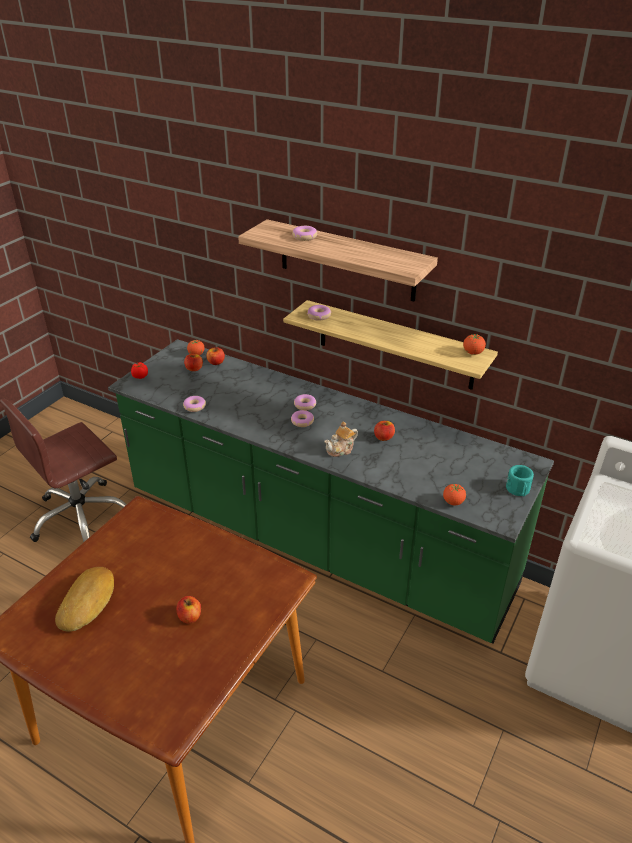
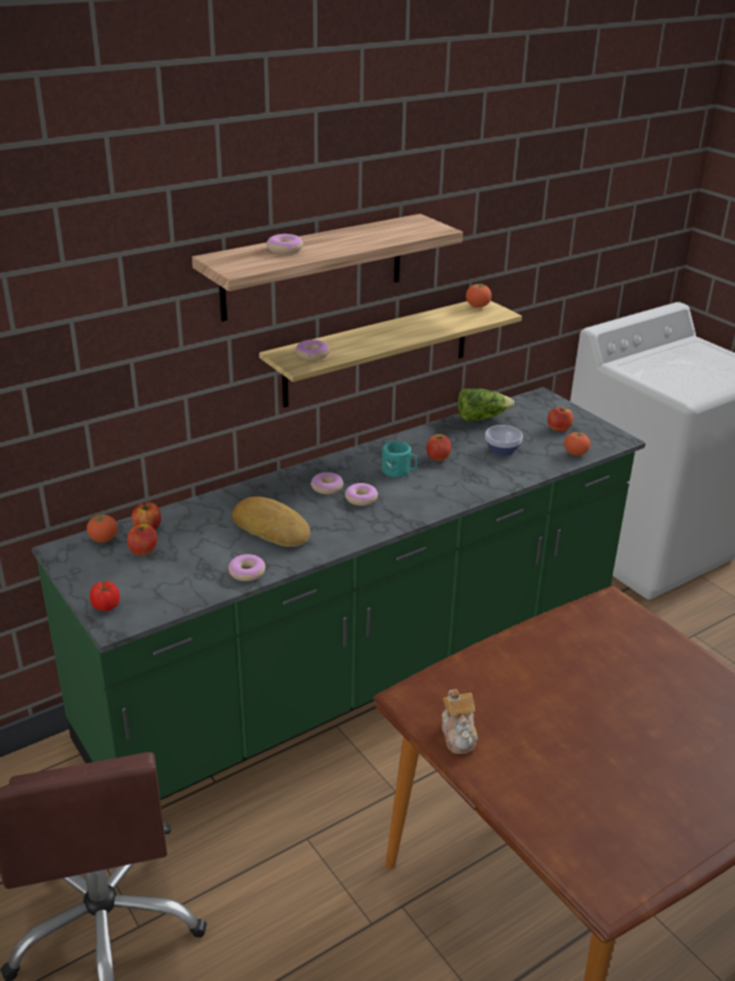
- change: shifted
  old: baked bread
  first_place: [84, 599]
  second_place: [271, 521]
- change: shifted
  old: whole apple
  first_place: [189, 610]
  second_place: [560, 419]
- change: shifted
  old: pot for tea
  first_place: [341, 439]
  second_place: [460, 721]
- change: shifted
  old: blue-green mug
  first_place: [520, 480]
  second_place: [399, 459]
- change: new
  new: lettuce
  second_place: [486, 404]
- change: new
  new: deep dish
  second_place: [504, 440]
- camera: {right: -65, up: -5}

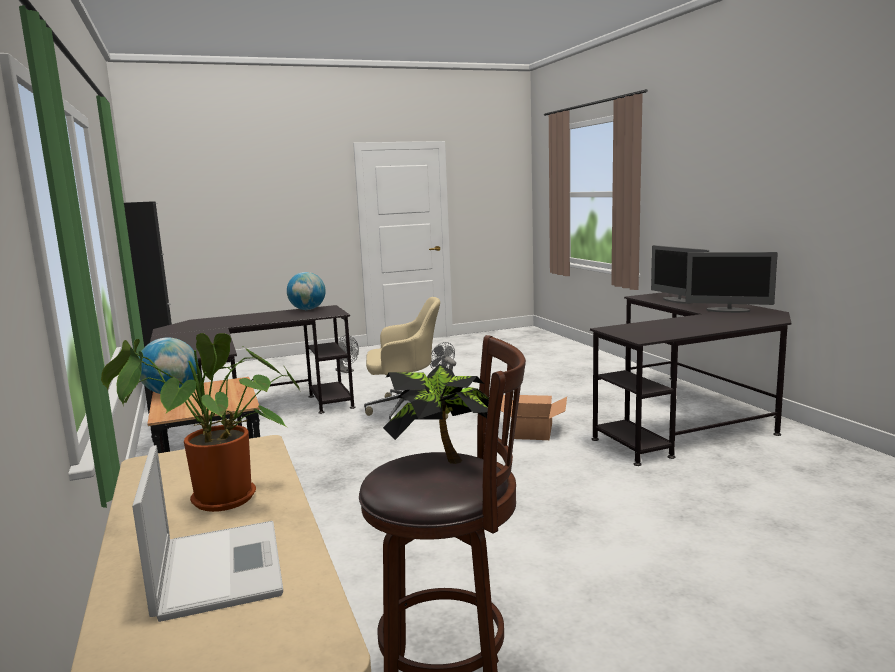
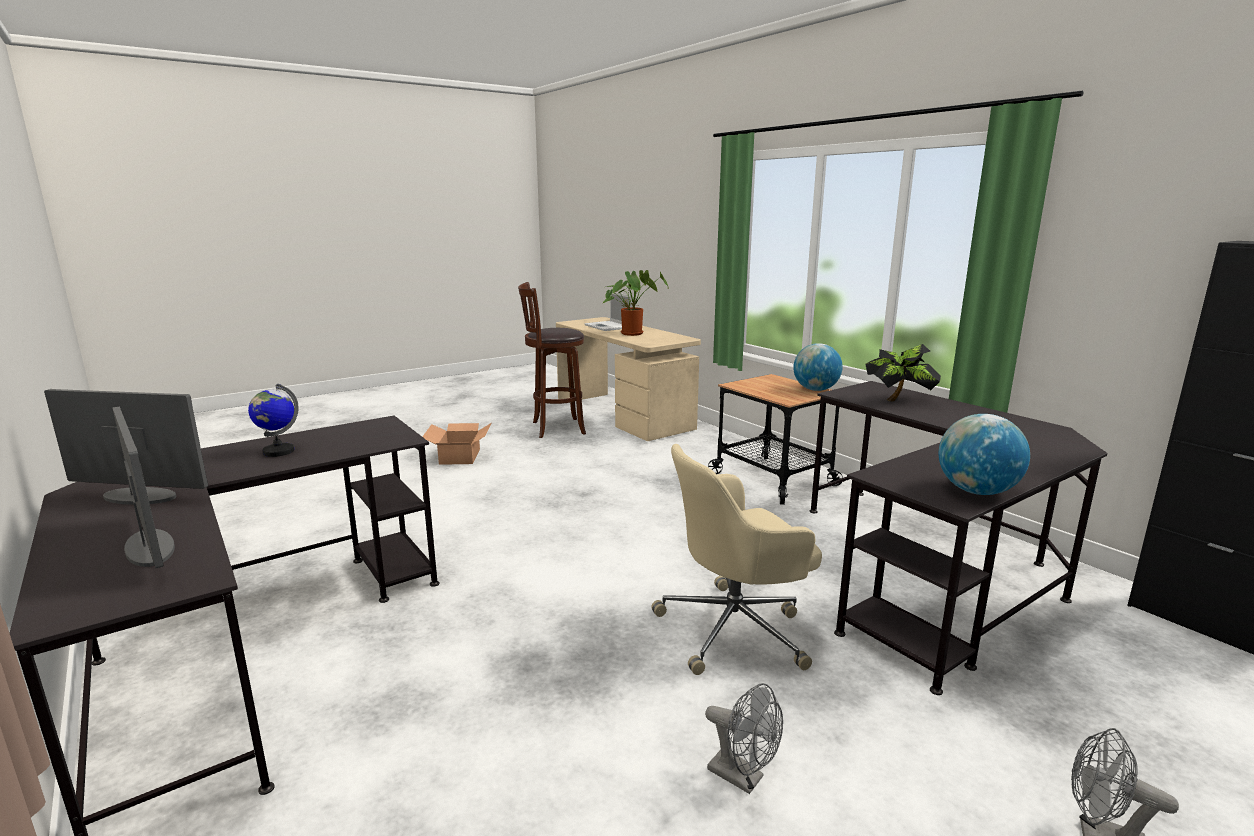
- change: shifted
  old: houseplant
  first_place: [436, 414]
  second_place: [903, 372]
- change: shifted
  old: packing box
  first_place: [534, 417]
  second_place: [456, 444]
- change: new
  new: desk globe
  second_place: [273, 420]
- camera: {right: 165, up: 5}

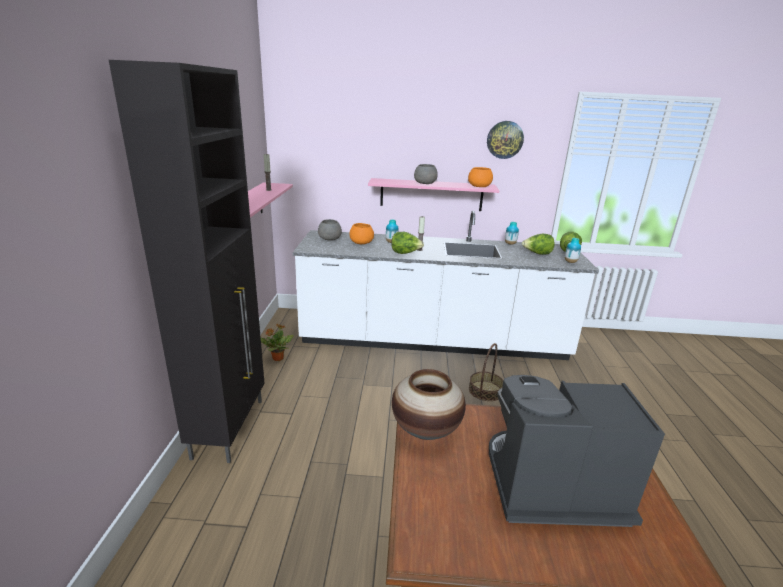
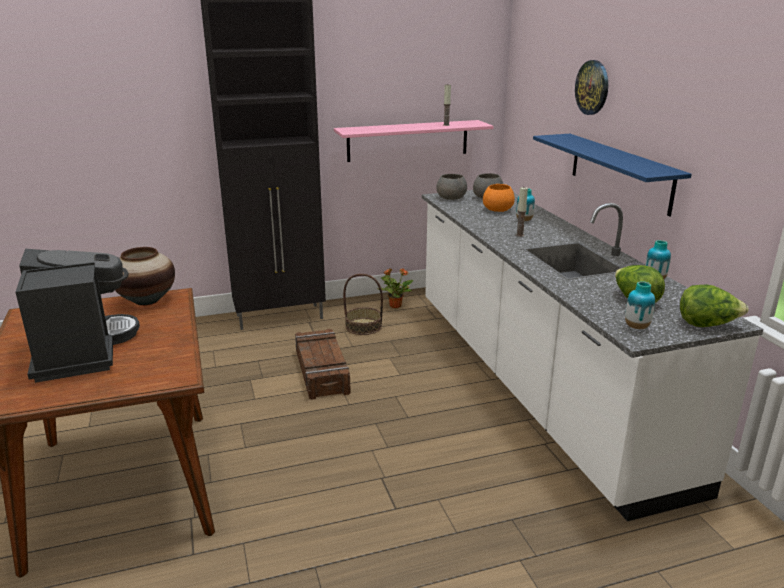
- change: repainted
  old: pink-coloured bracket shelf
  new: blue bracket shelf
  first_place: [434, 194]
  second_place: [612, 175]
- change: gone
  old: lettuce
  first_place: [407, 243]
- change: shifted
  old: grey deep dish
  first_place: [426, 174]
  second_place: [451, 187]
- change: gone
  old: orange-coloured deep dish
  first_place: [480, 177]
- change: shifted
  old: storage basket
  first_place: [486, 372]
  second_place: [363, 304]
- change: shifted
  old: wall clock
  first_place: [505, 140]
  second_place: [591, 87]
- change: new
  new: crate
  second_place: [323, 364]
- camera: {right: 70, up: 0}

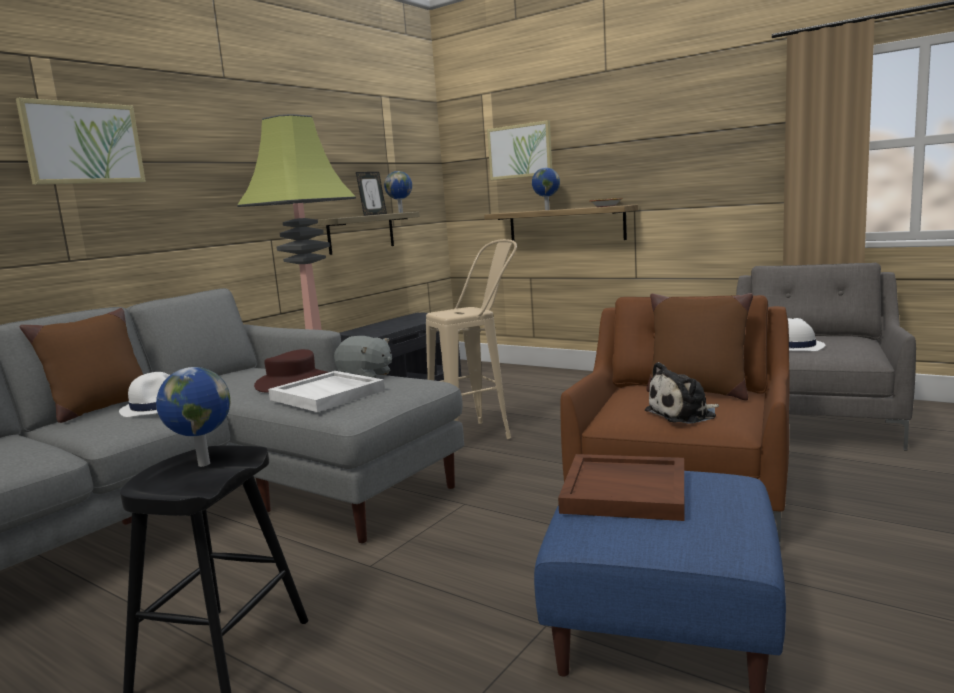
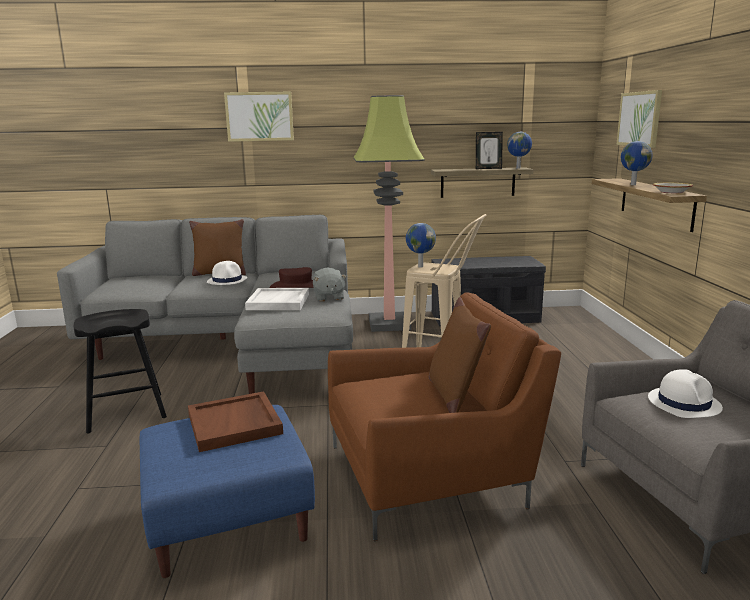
- change: shifted
  old: desk globe
  first_place: [193, 417]
  second_place: [421, 245]
- change: gone
  old: cuddly toy
  first_place: [682, 393]
- camera: {right: 50, up: 5}

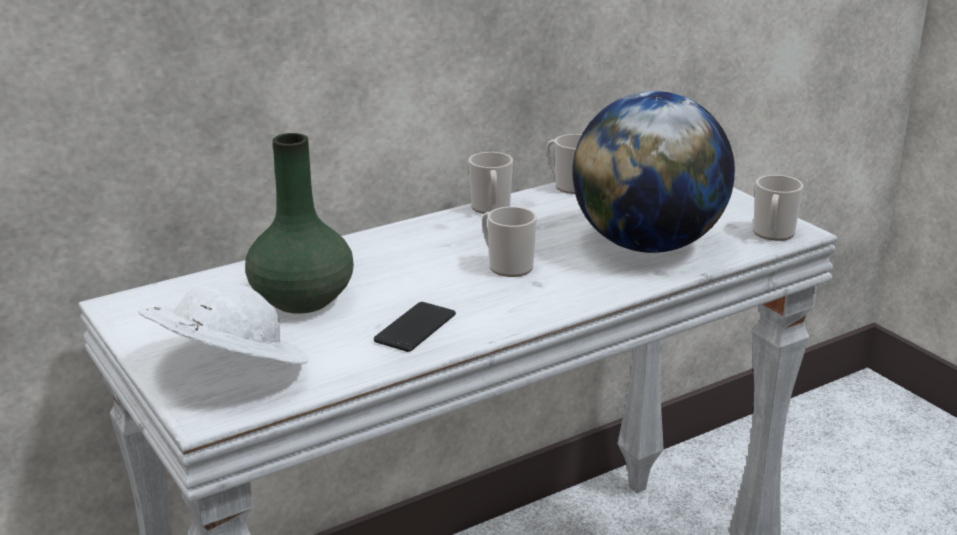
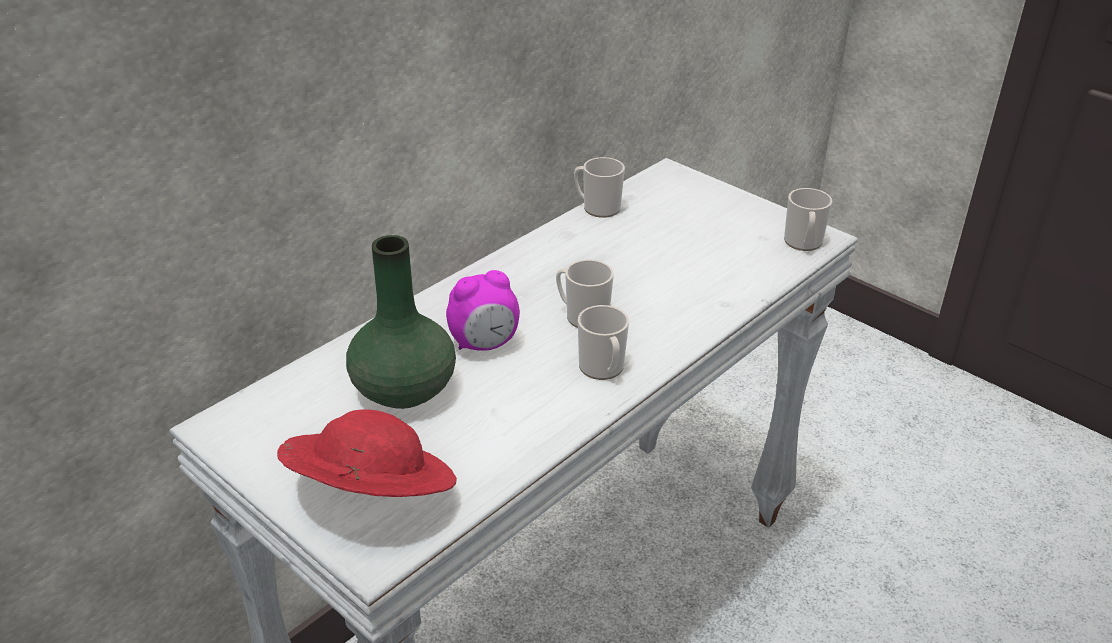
- change: repainted
  old: whitish hat
  new: red-coloured hat
  first_place: [223, 322]
  second_place: [367, 453]
- change: gone
  old: phone
  first_place: [415, 327]
- change: shifted
  old: mug
  first_place: [491, 183]
  second_place: [603, 342]
- change: gone
  old: desk globe
  first_place: [653, 172]
- change: new
  new: bedside clock
  second_place: [483, 310]
- camera: {right: -15, up: 10}

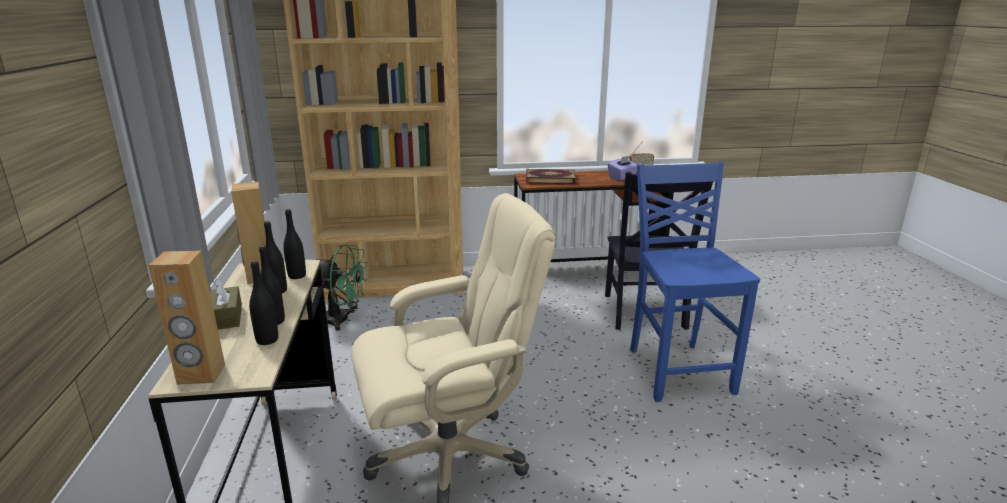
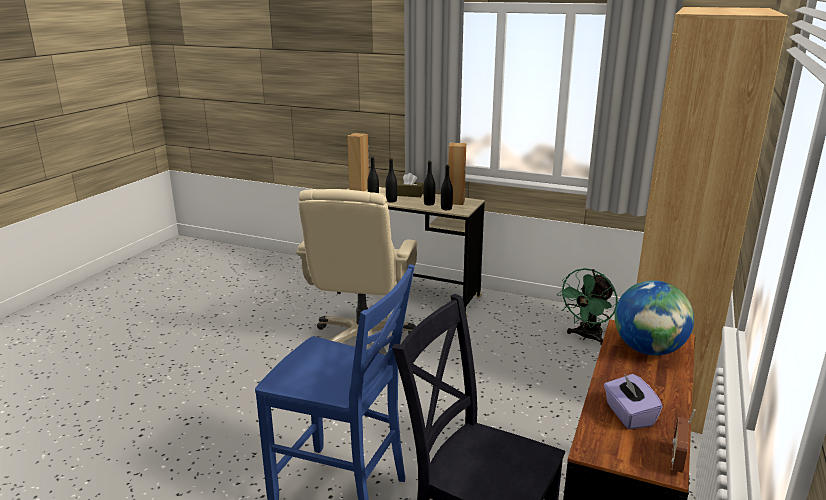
- change: swapped
  old: book
  new: desk globe
  first_place: [551, 176]
  second_place: [654, 318]
- camera: {right: 120, up: 0}

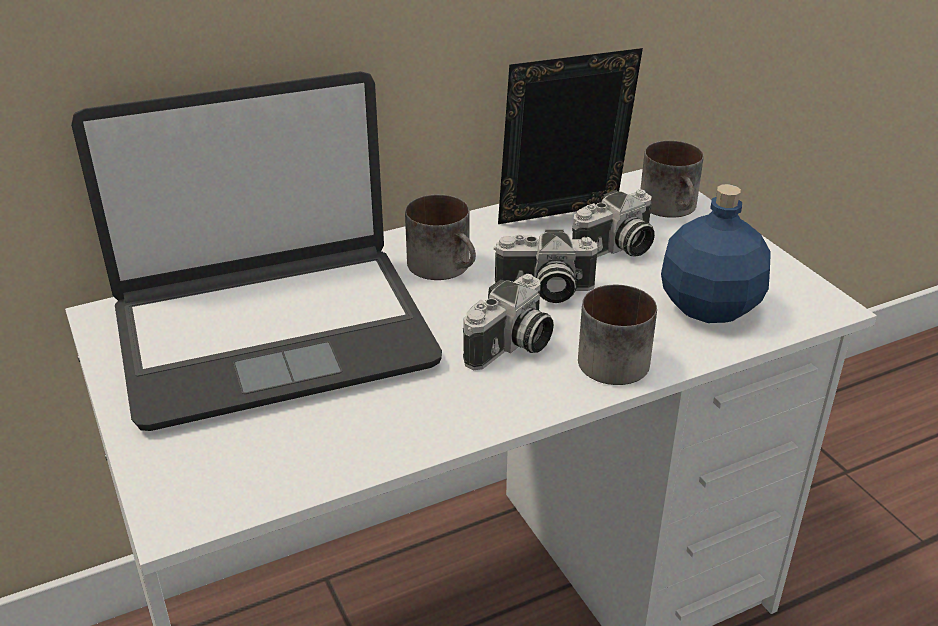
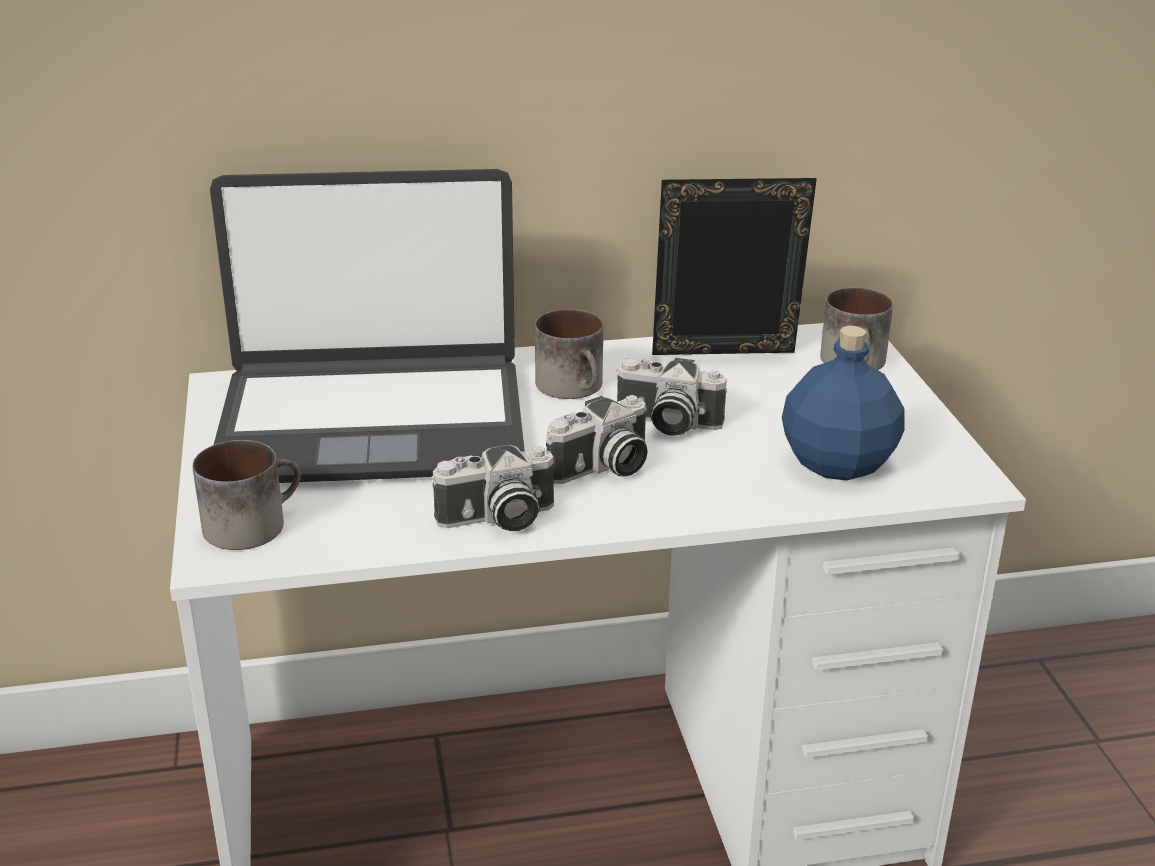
- change: shifted
  old: still camera
  first_place: [613, 223]
  second_place: [492, 486]
- change: shifted
  old: mug
  first_place: [617, 335]
  second_place: [247, 495]
- camera: {right: 15, up: -5}

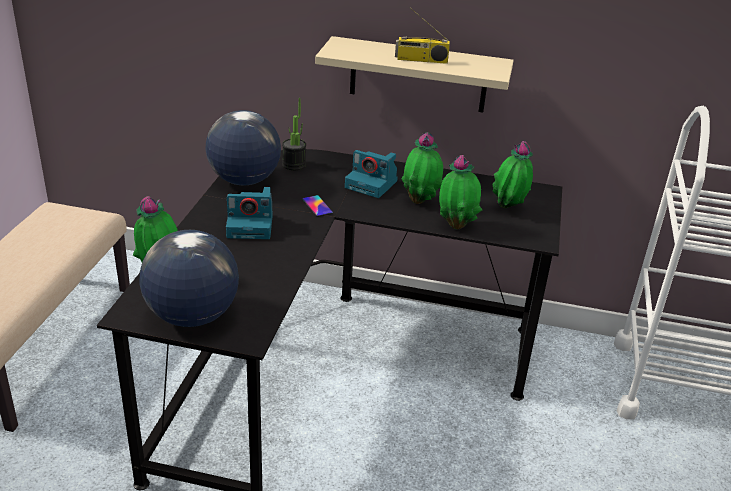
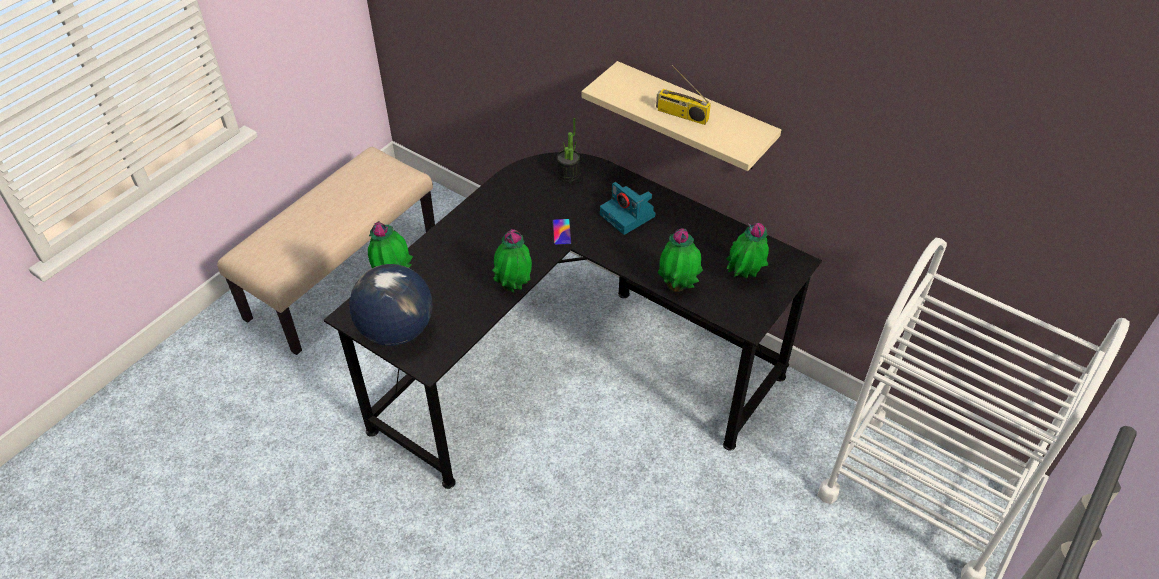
- change: gone
  old: desk globe
  first_place: [243, 147]
- change: gone
  old: still camera
  first_place: [249, 213]
- change: shifted
  old: houseplant
  first_place: [422, 168]
  second_place: [512, 261]
- camera: {right: 25, up: 15}

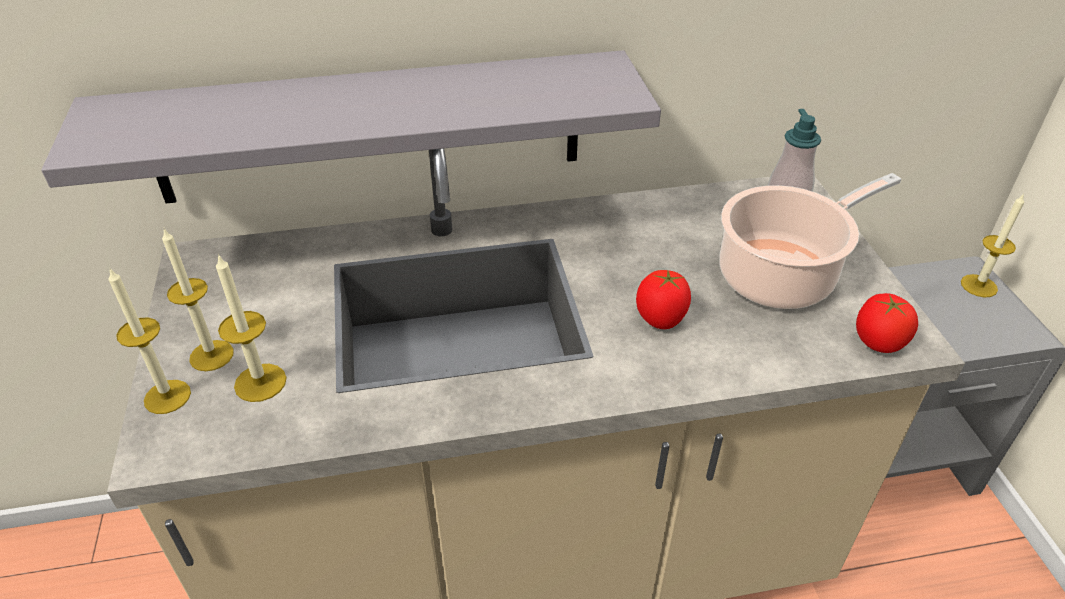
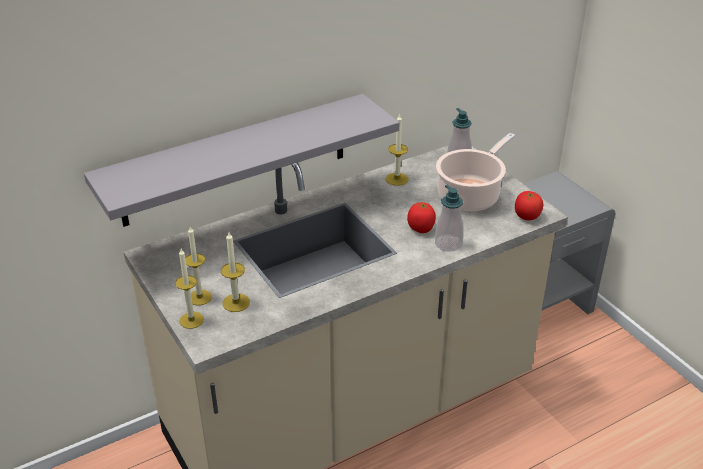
- change: shifted
  old: wax candle
  first_place: [992, 245]
  second_place: [397, 149]
- change: new
  new: soap bottle
  second_place: [449, 218]
- camera: {right: -20, up: -5}

